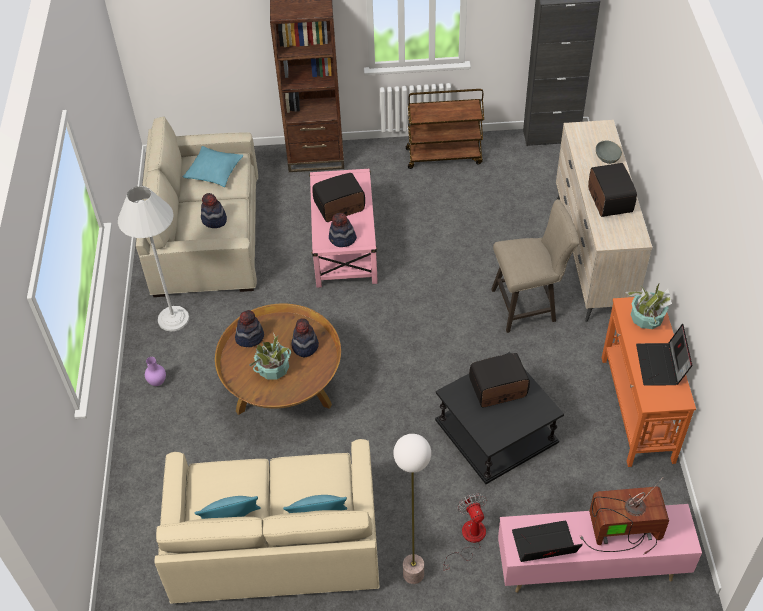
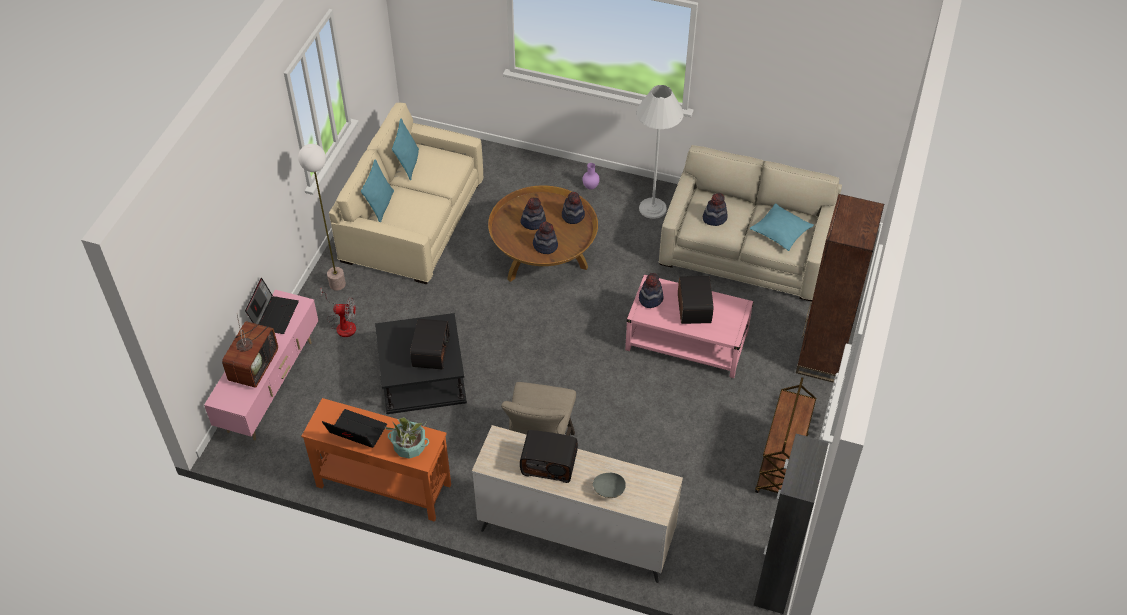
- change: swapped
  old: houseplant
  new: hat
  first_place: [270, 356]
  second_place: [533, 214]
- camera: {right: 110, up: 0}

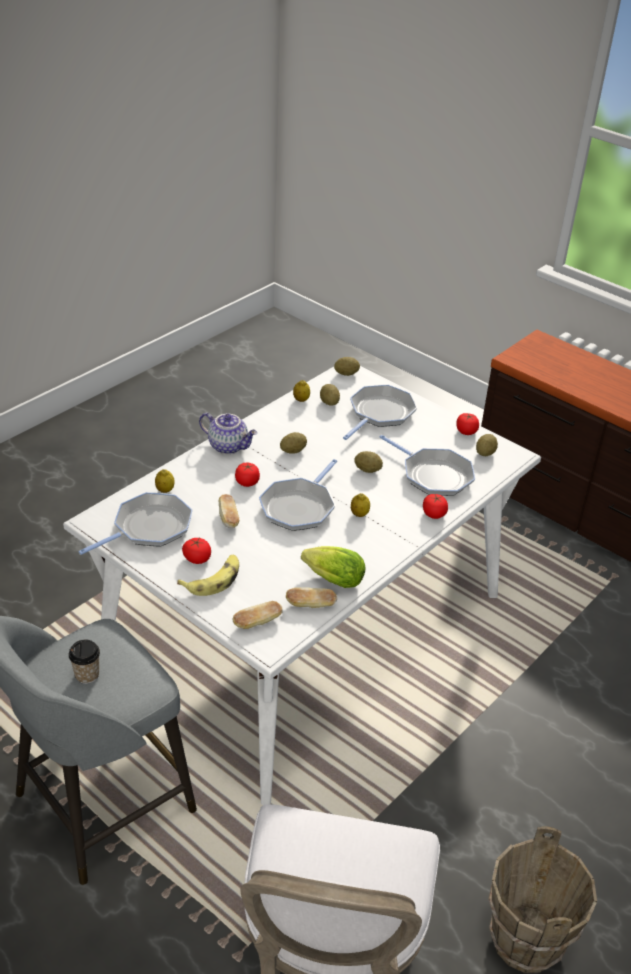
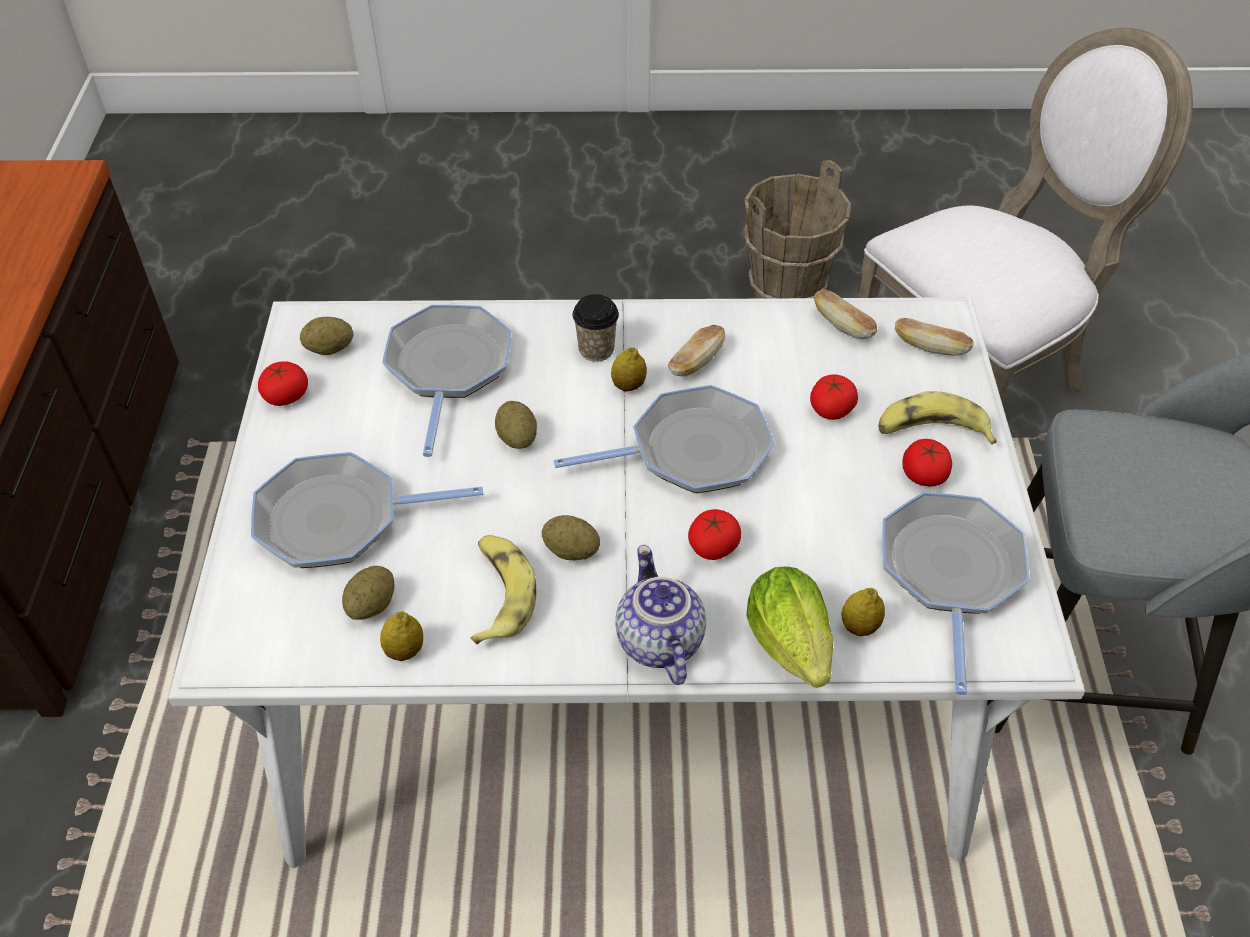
- change: shifted
  old: small cup
  first_place: [84, 662]
  second_place: [596, 328]
- change: rotated
  old: pan
  first_place: [135, 523]
  second_place: [956, 593]
  degrees: 90
- change: shifted
  old: baked bread
  first_place: [229, 511]
  second_place: [696, 350]
- change: shifted
  old: lettuce
  first_place: [333, 567]
  second_place: [789, 627]
- change: gone
  old: whole potato
  first_place: [347, 366]
- change: shifted
  old: tomato
  first_place: [435, 506]
  second_place: [834, 397]
- change: new
  new: banana
  second_place: [503, 589]
- camera: {right: -130, up: 10}

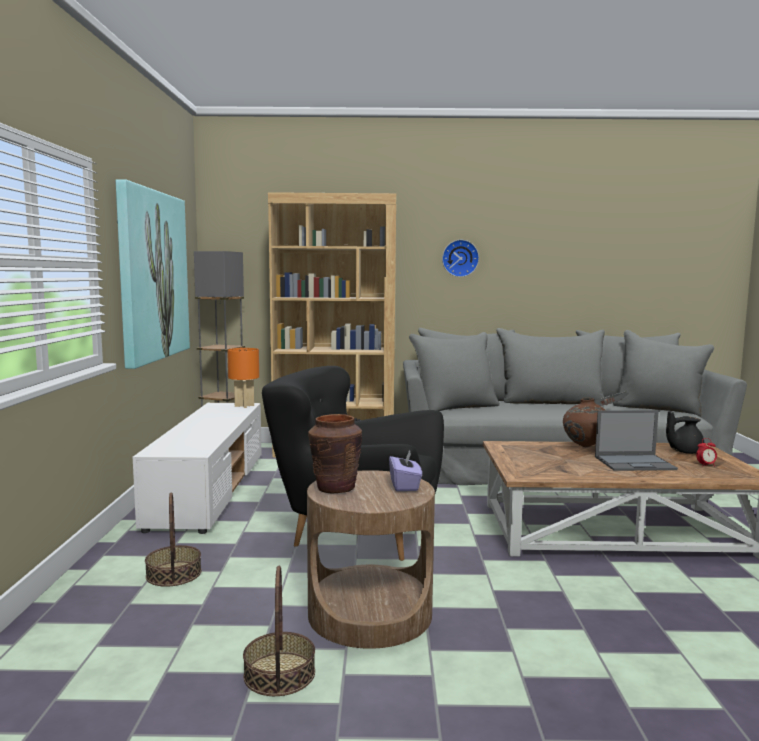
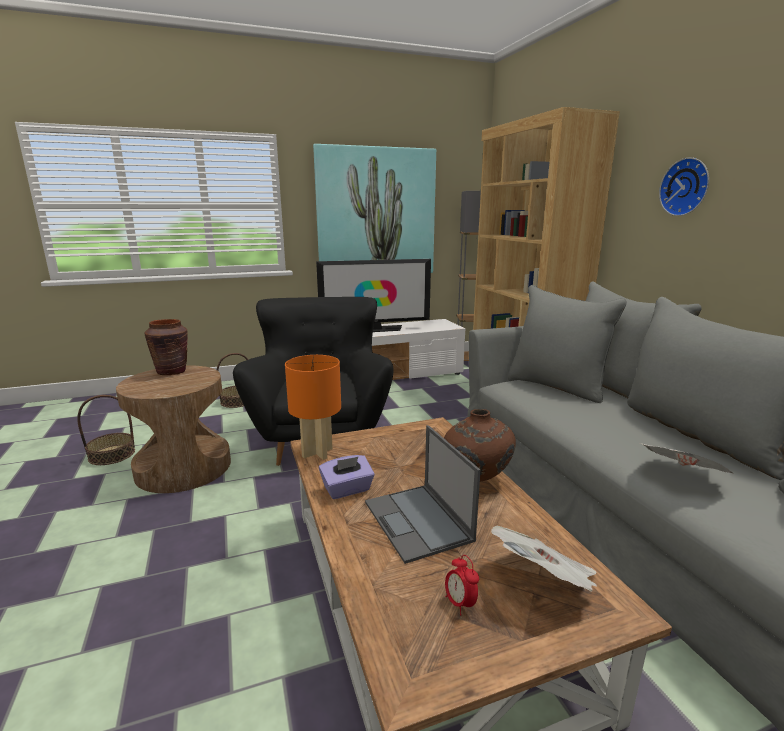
- change: shifted
  old: orange-coloured table lamp
  first_place: [243, 378]
  second_place: [313, 407]
- change: shifted
  old: purple-coloured box of tissues
  first_place: [405, 470]
  second_place: [347, 477]
- change: swapped
  old: blackish pot for tea
  new: newspaper
  first_place: [685, 432]
  second_place: [544, 558]
- change: new
  new: TV set
  second_place: [373, 295]
- camera: {right: 70, up: 10}

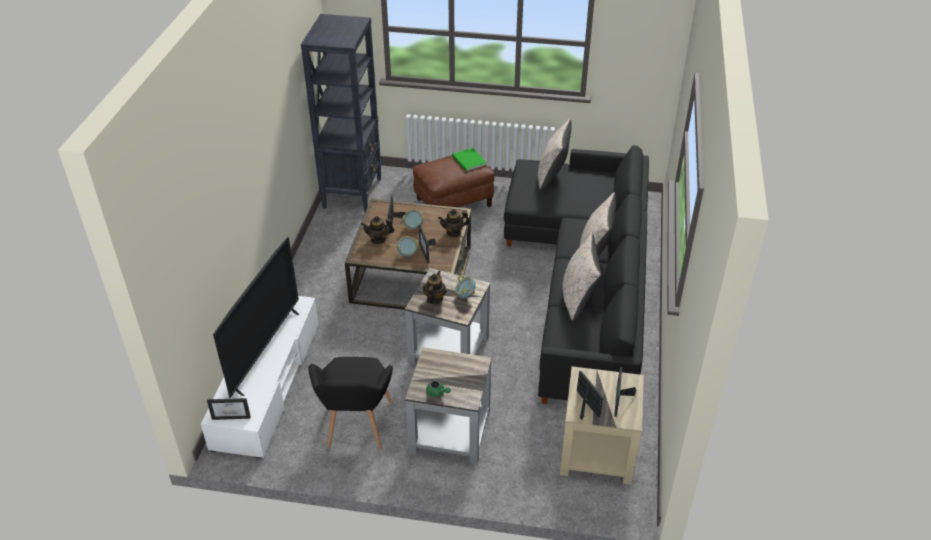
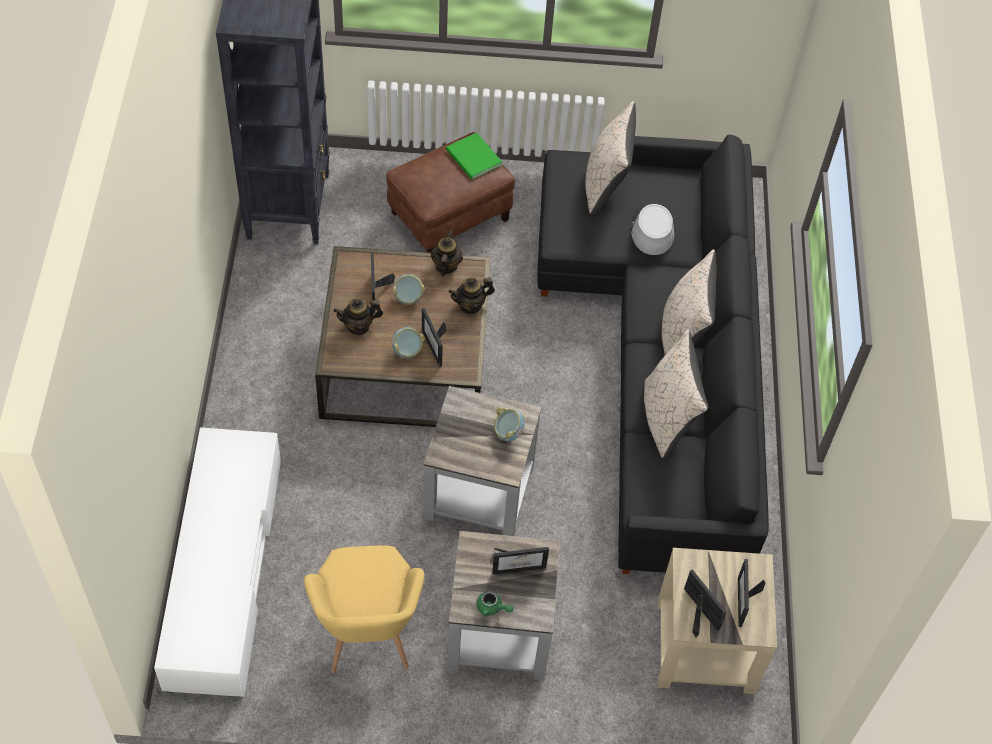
- change: shifted
  old: photo frame
  first_place: [229, 409]
  second_place: [520, 561]
- change: gone
  old: TV set
  first_place: [256, 317]
- change: repainted
  old: blackish lounge chair
  new: yellow lounge chair
  first_place: [350, 403]
  second_place: [364, 609]
- change: shifted
  old: pot for tea
  first_place: [435, 287]
  second_place: [447, 252]
- change: new
  new: grey hat
  second_place: [653, 228]
- camera: {right: -10, up: 15}

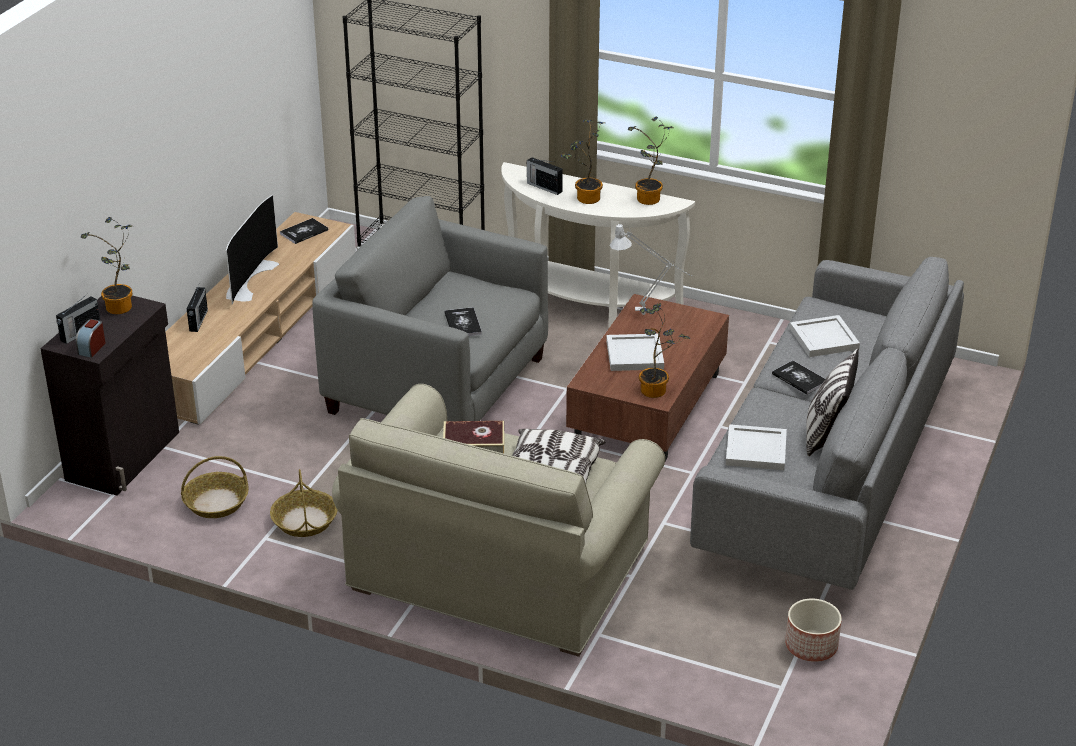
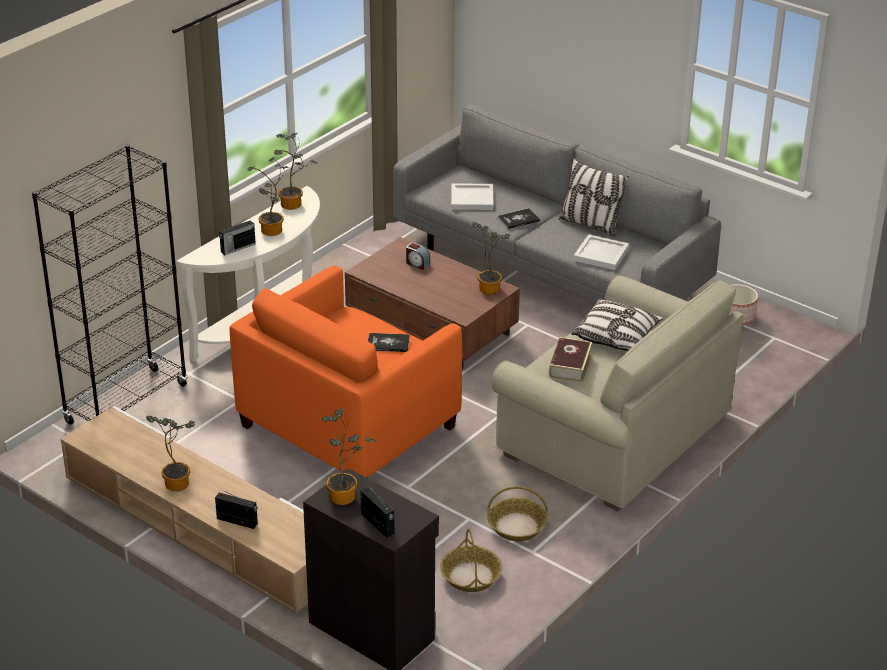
- change: shifted
  old: bedside clock
  first_place: [90, 338]
  second_place: [418, 256]
- change: swapped
  old: TV set
  new: houseplant
  first_place: [252, 250]
  second_place: [170, 453]
- change: gone
  old: book
  first_place: [304, 231]
- change: repainted
  old: grey lounge chair
  new: orange-coloured lounge chair
  first_place: [430, 308]
  second_place: [346, 372]
- change: gone
  old: whitish serving tray
  first_place: [635, 352]
- change: gone
  old: grey table lamp
  first_place: [651, 269]
- camera: {right: -75, up: 0}

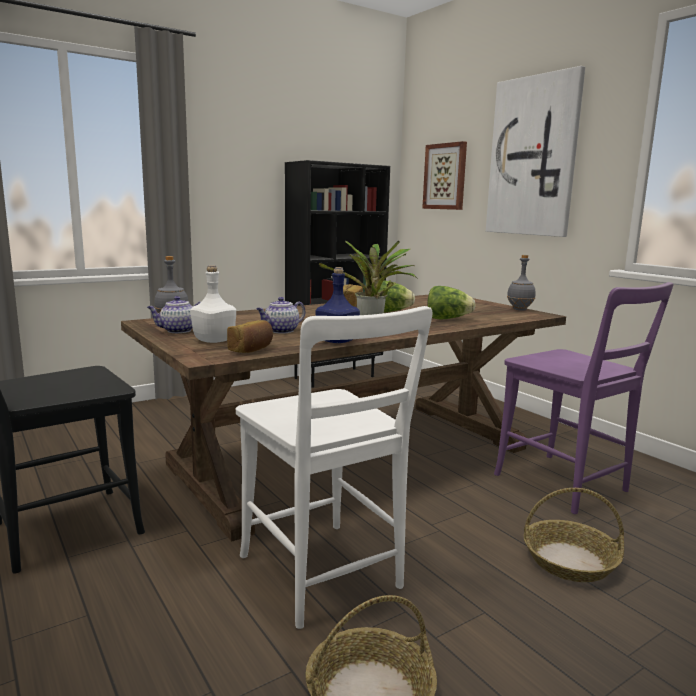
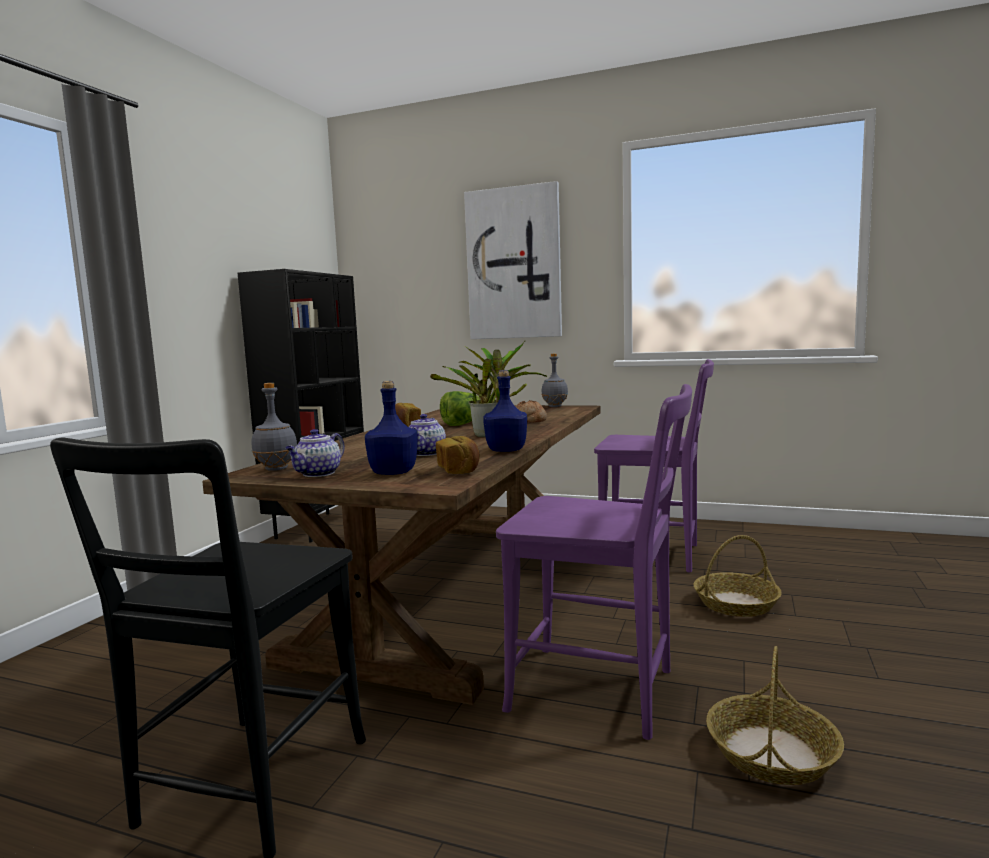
- change: repainted
  old: whitish bottle
  new: blue bottle
  first_place: [213, 304]
  second_place: [391, 428]
- change: repainted
  old: whitish plain chair
  new: purple-coloured plain chair
  first_place: [334, 467]
  second_place: [594, 562]
- change: gone
  old: wall art
  first_place: [444, 175]
- change: swapped
  old: lettuce
  new: baked bread
  first_place: [451, 303]
  second_place: [531, 411]
- camera: {right: -35, up: -5}

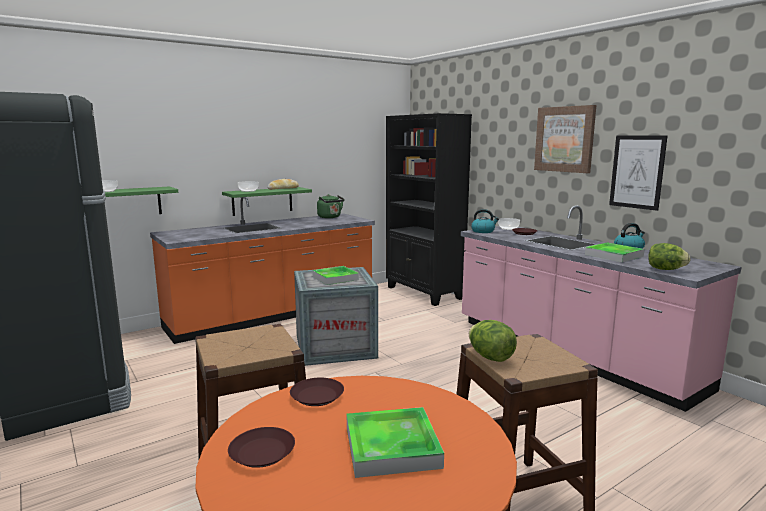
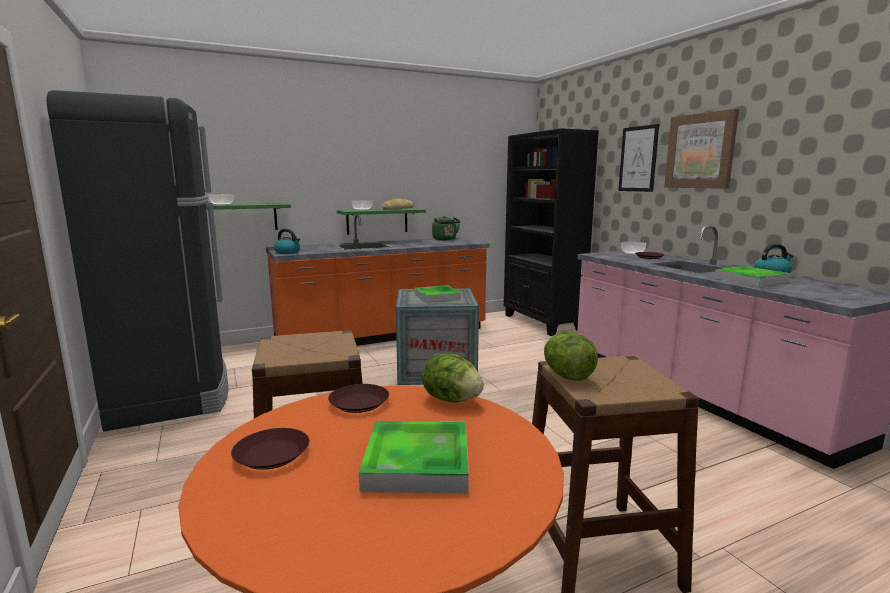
- change: shifted
  old: kettle
  first_place: [485, 221]
  second_place: [287, 241]
- change: shifted
  old: wall art
  first_place: [638, 173]
  second_place: [638, 158]
- change: shifted
  old: lettuce
  first_place: [669, 256]
  second_place: [453, 378]
- camera: {right: 10, up: 0}

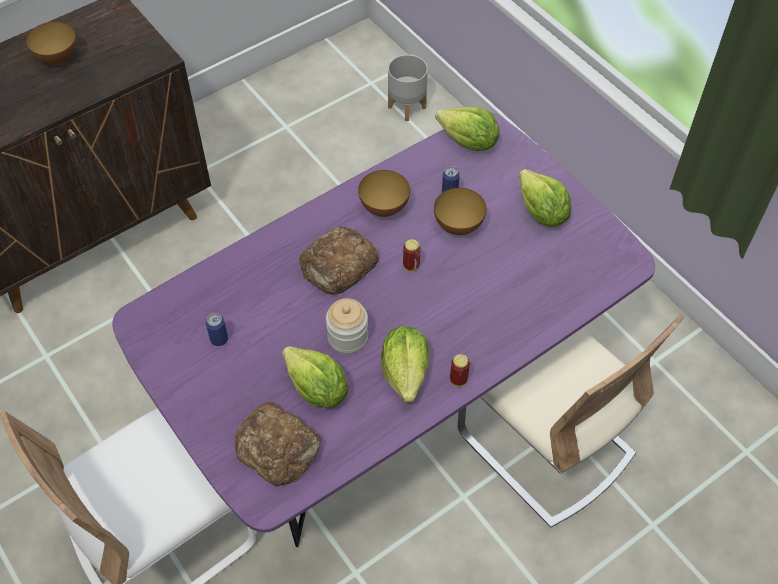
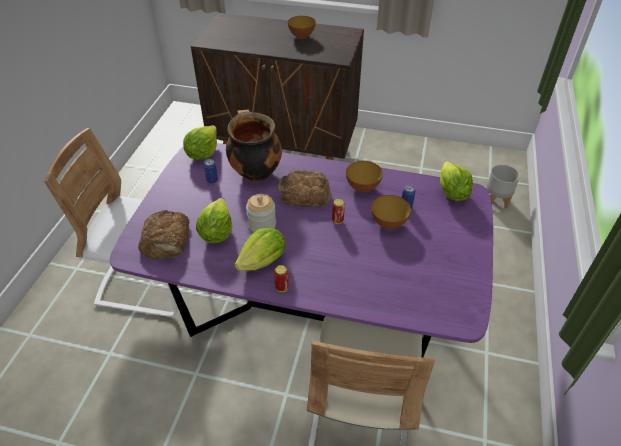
- change: shifted
  old: lettuce
  first_place: [545, 198]
  second_place: [200, 142]
- change: new
  new: saucepot
  second_place: [254, 146]
- camera: {right: 50, up: -10}

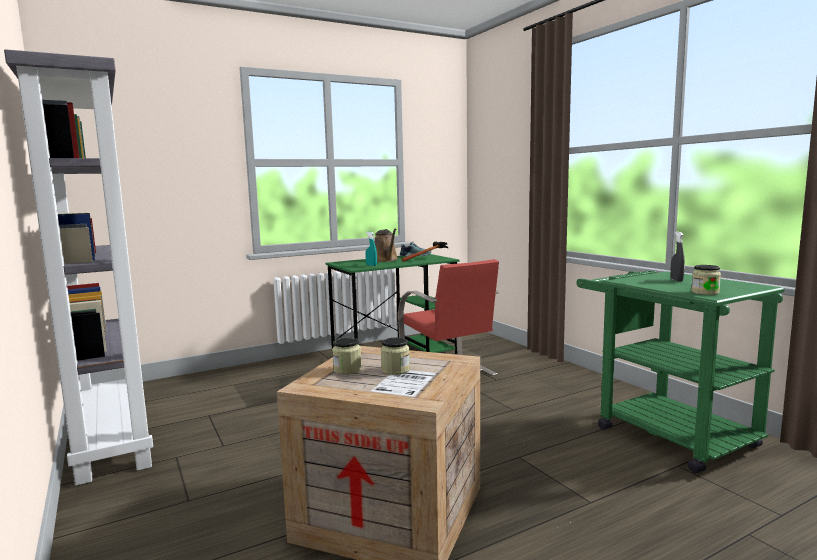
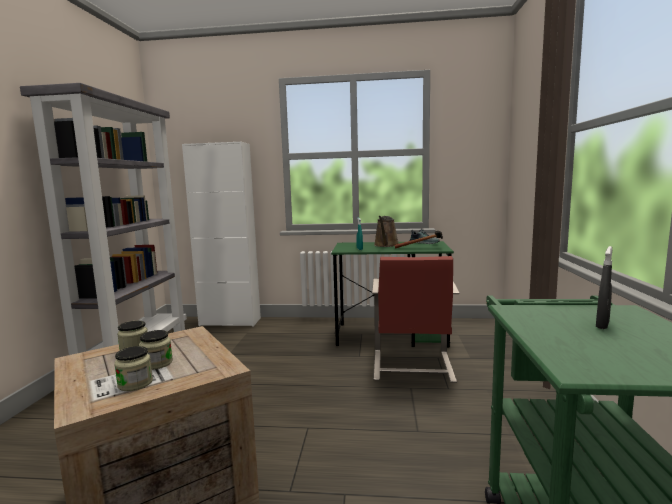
- change: shifted
  old: preserve jar
  first_place: [706, 280]
  second_place: [133, 368]
- change: new
  new: whitish storage cabinet
  second_place: [221, 234]
- camera: {right: 35, up: 0}

